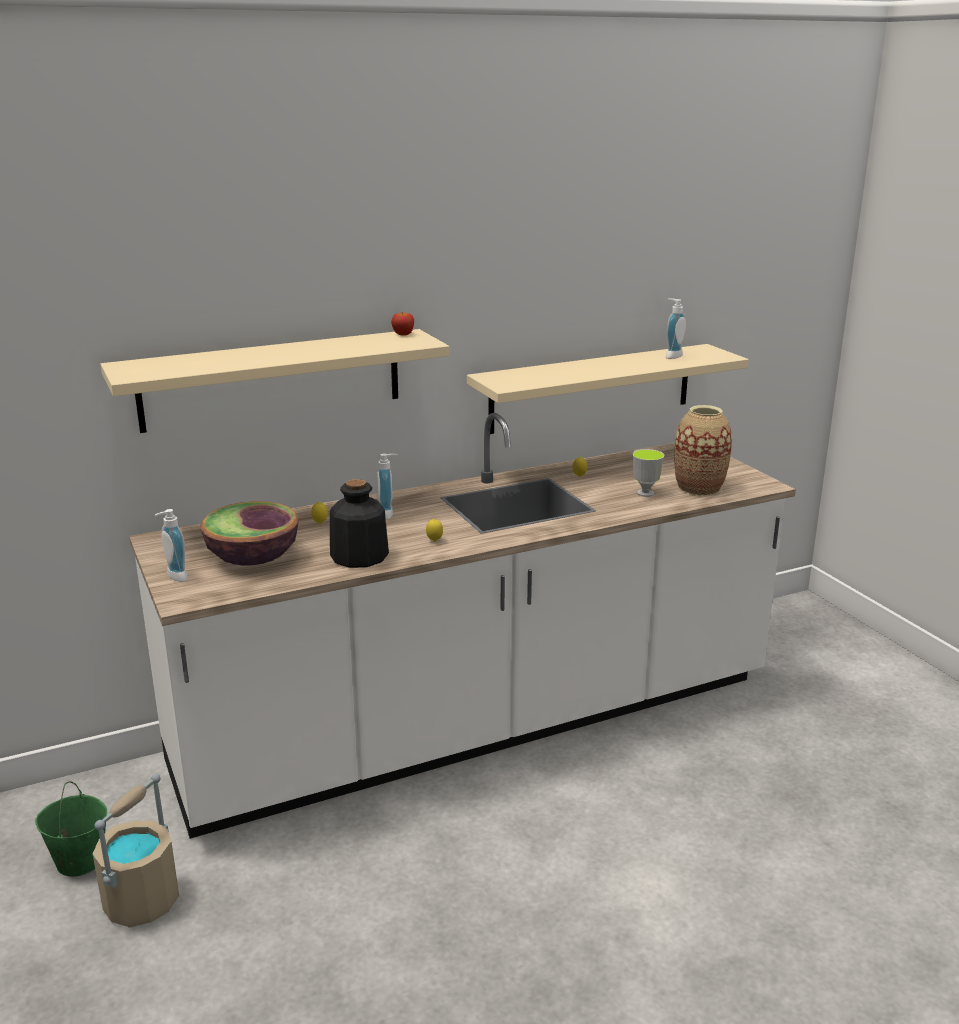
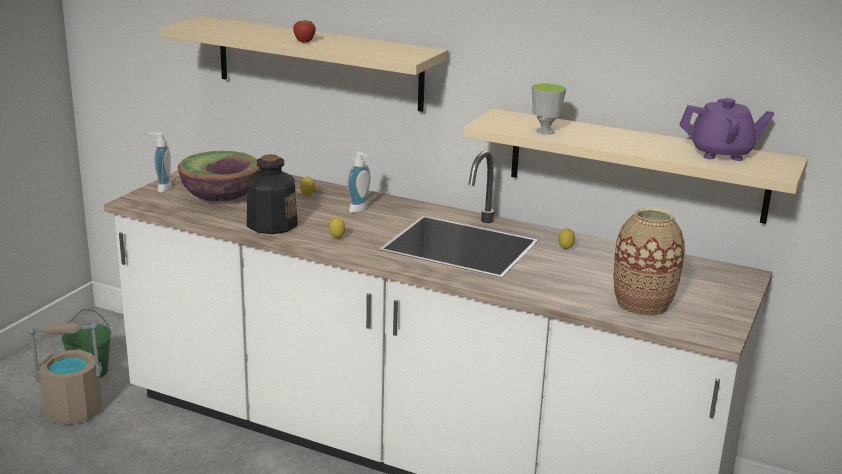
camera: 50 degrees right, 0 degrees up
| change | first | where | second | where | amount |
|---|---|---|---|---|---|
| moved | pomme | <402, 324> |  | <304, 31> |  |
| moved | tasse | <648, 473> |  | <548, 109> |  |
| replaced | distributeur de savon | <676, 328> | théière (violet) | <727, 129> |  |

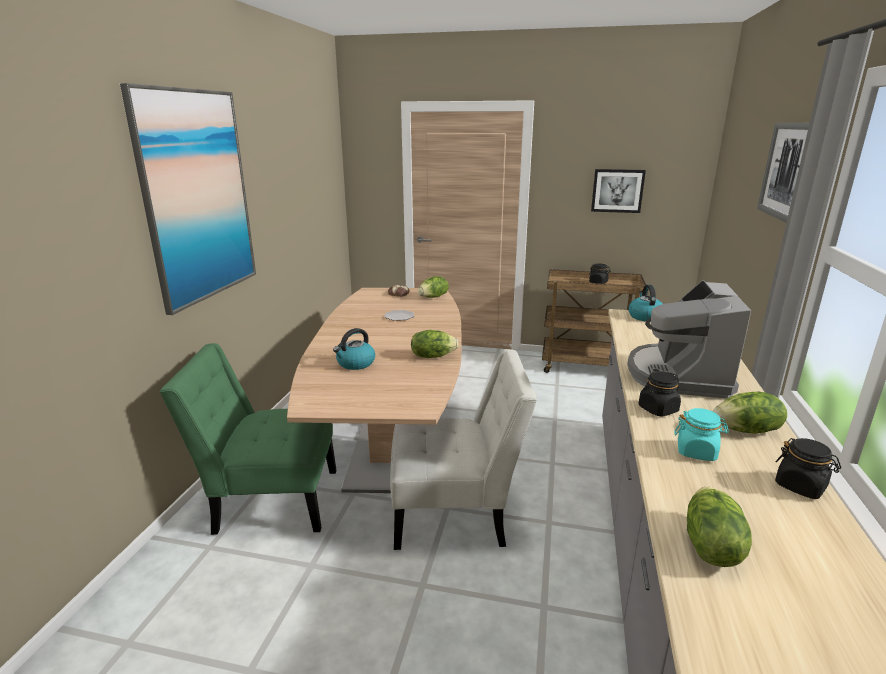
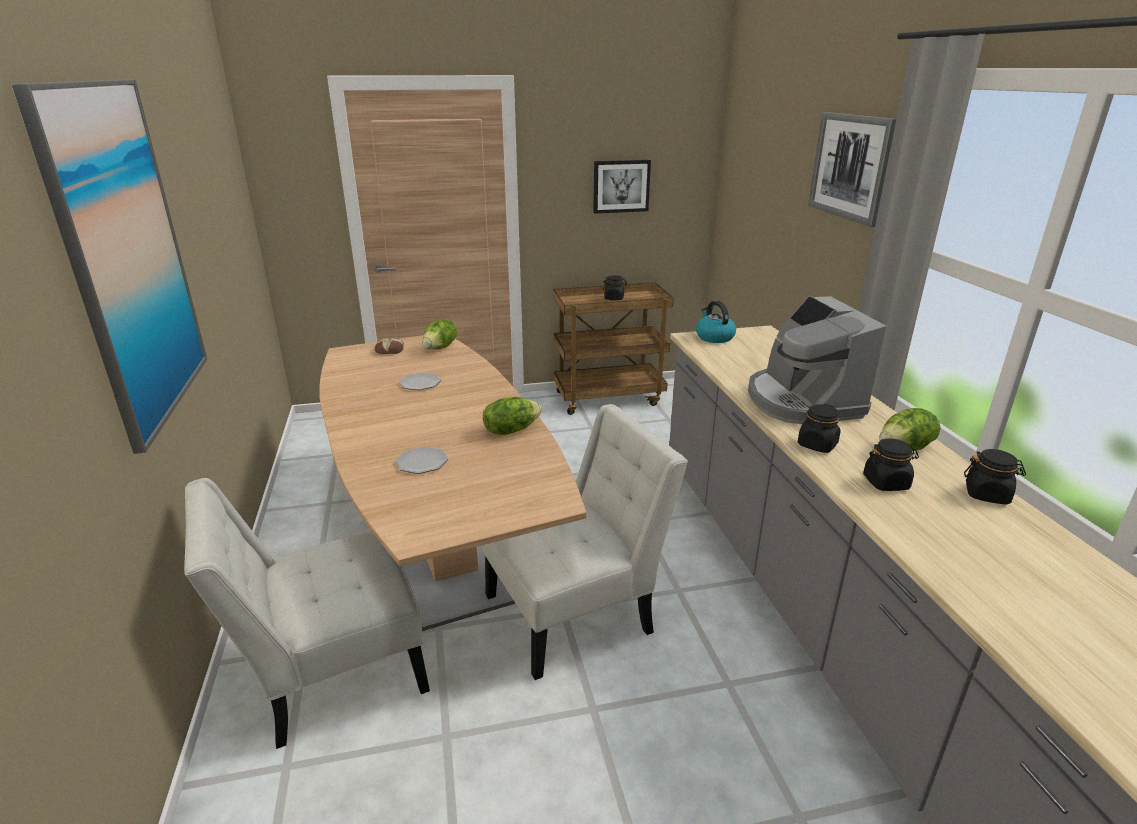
camera: 25 degrees left, 5 degrees up
| change | first | where | second | where | amount |
|---|---|---|---|---|---|
| recoloured | chaise (vert) | <248, 439> | chaise (blanc) | <307, 613> |  |
| replaced | bouilloire | <354, 349> | assiette | <421, 460> |  |
| recoloured | bocal (turquoise) | <701, 434> | bocal (noir) | <891, 464> |  |
| removed | laitue | <719, 527> |  |  |  |

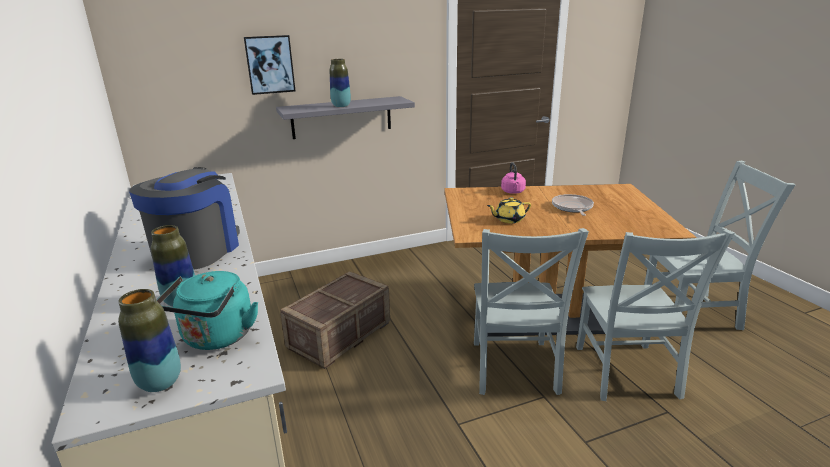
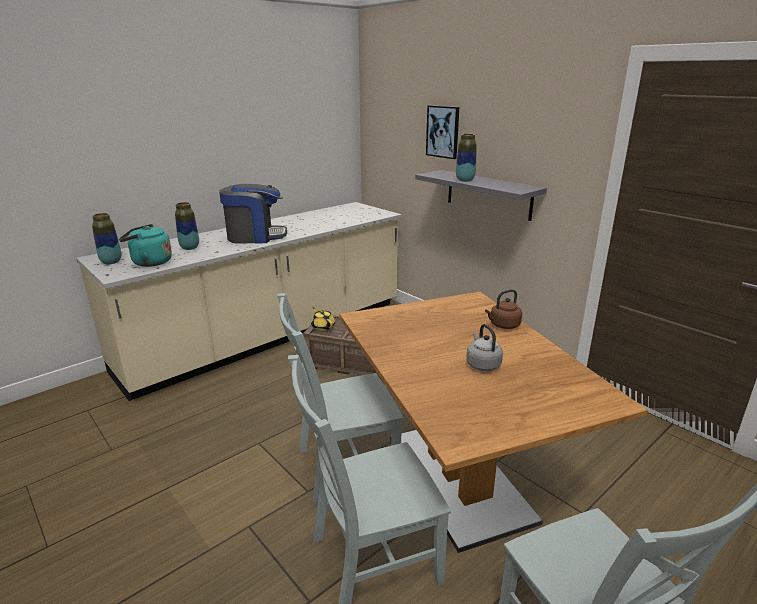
camera: 70 degrees right, 0 degrees up
| change | first | where | second | where | amount |
|---|---|---|---|---|---|
| moved | théière (jaune) | <509, 210> |  | <323, 319> |  |
| replaced | poêle | <573, 205> | bouilloire (gris) | <484, 347> |  |
| recoloured | bouilloire (rose) | <513, 178> | bouilloire (marron) | <503, 309> |  |

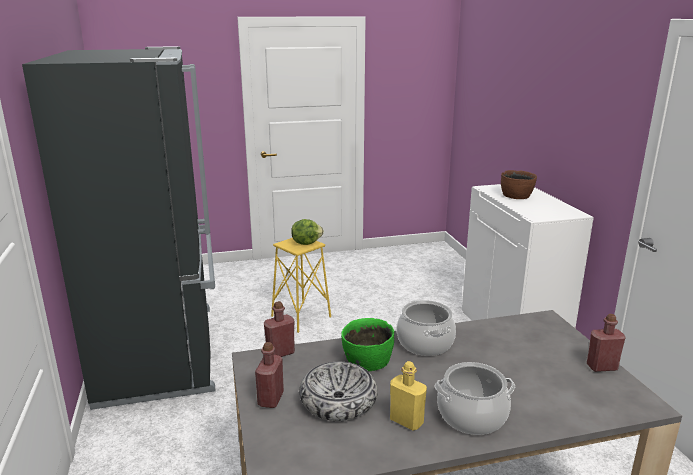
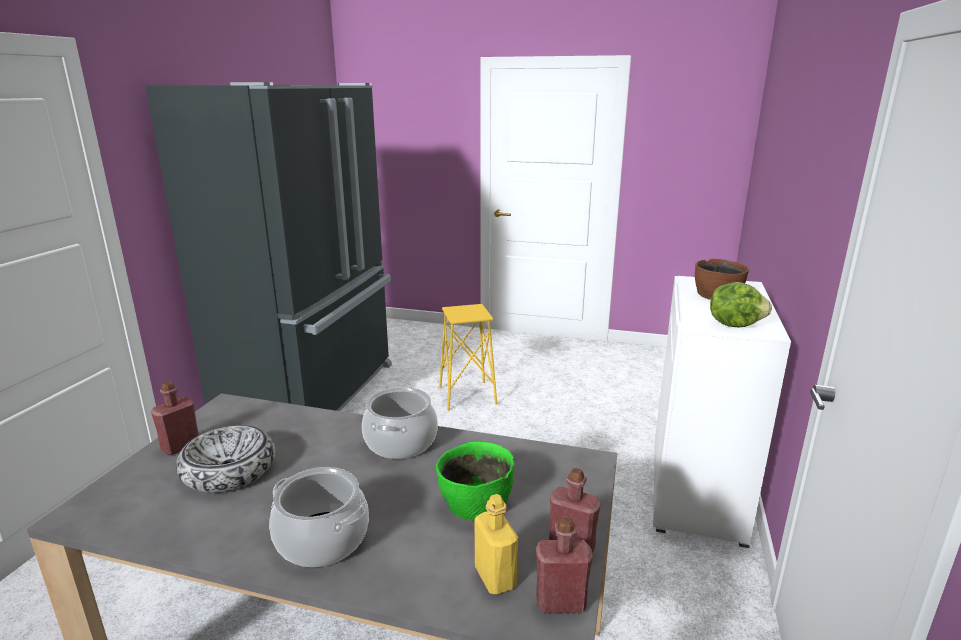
camera: 30 degrees right, 0 degrees up
| change | first | where | second | where | amount |
|---|---|---|---|---|---|
| moved | bol (vert) | <367, 344> |  | <475, 481> |  |
| moved | bouteille (jaune) | <408, 396> |  | <496, 544> |  |
| moved | bouteille (rouge) | <279, 329> |  | <564, 565> |  |
| moved | laitue | <307, 232> |  | <741, 304> |  |

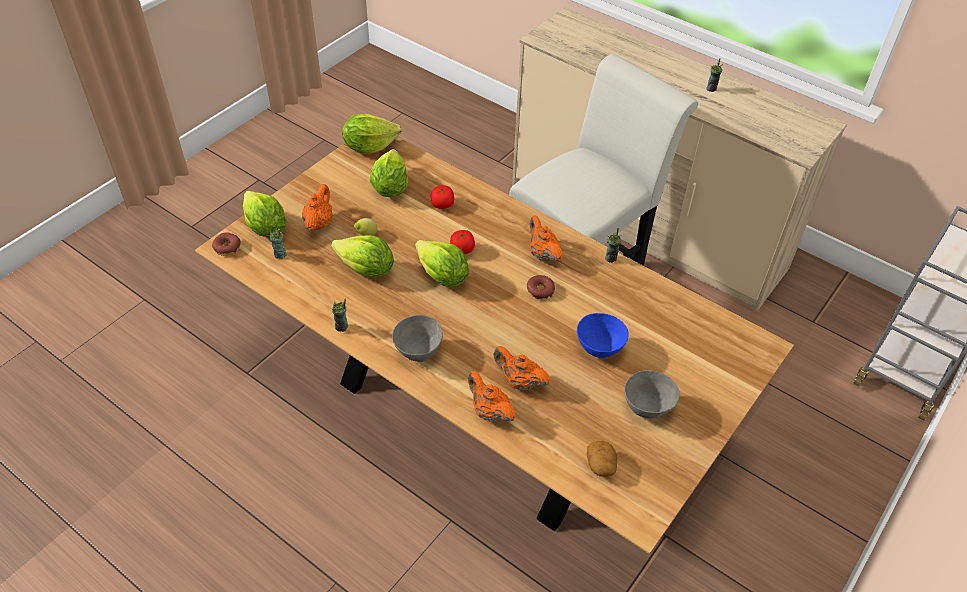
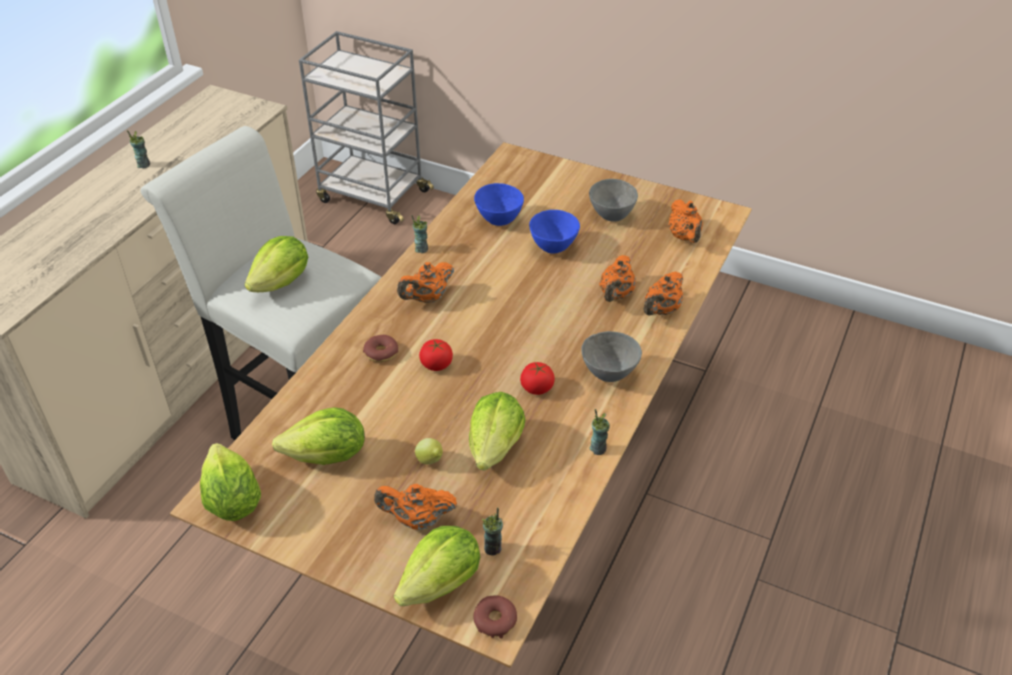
camera: 100 degrees left, 5 degrees down
| change | first | where | second | where | amount |
|---|---|---|---|---|---|
| moved | laitue | <442, 263> |  | <276, 264> |  |
| moved | beignet | <541, 287> |  | <380, 348> |  |
| added |  |  | bol (bleu) | <499, 204> |  |
| moved | tomate | <442, 197> |  | <537, 378> |  |
| replaced | pomme de terre | <602, 459> | théière (orange) | <686, 221> |  |

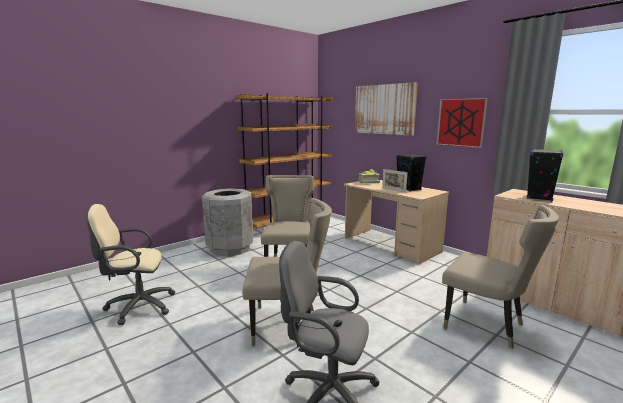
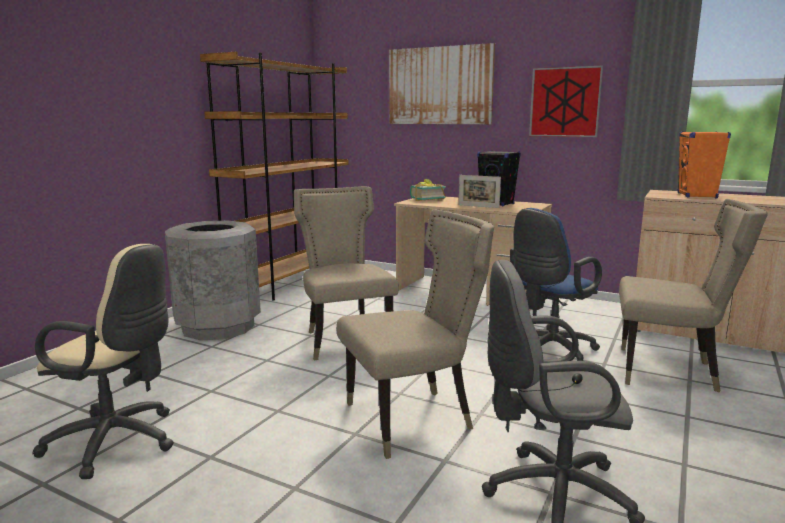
camera: 20 degrees left, 0 degrees up
| change | first | where | second | where | amount |
|---|---|---|---|---|---|
| turned | chaise de bureau (beige) | <130, 264> |  | <103, 361> | 135 degrees counterclockwise |
| added |  |  | chaise de bureau (bleu) | <556, 284> |  |
| recoloured | enceinte (noir) | <545, 175> | enceinte (orange) | <704, 165> |  |

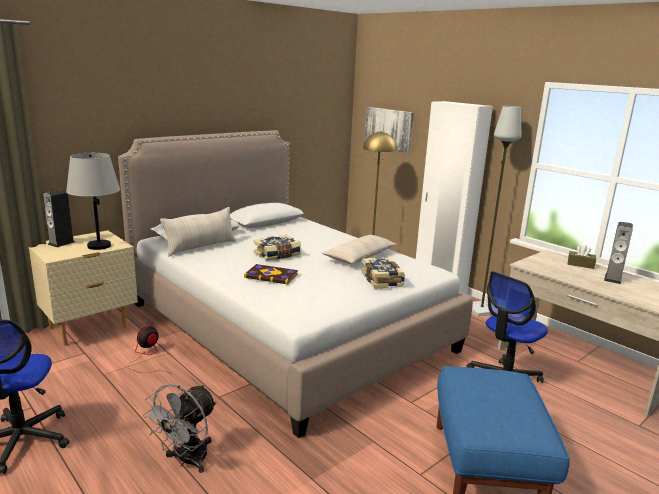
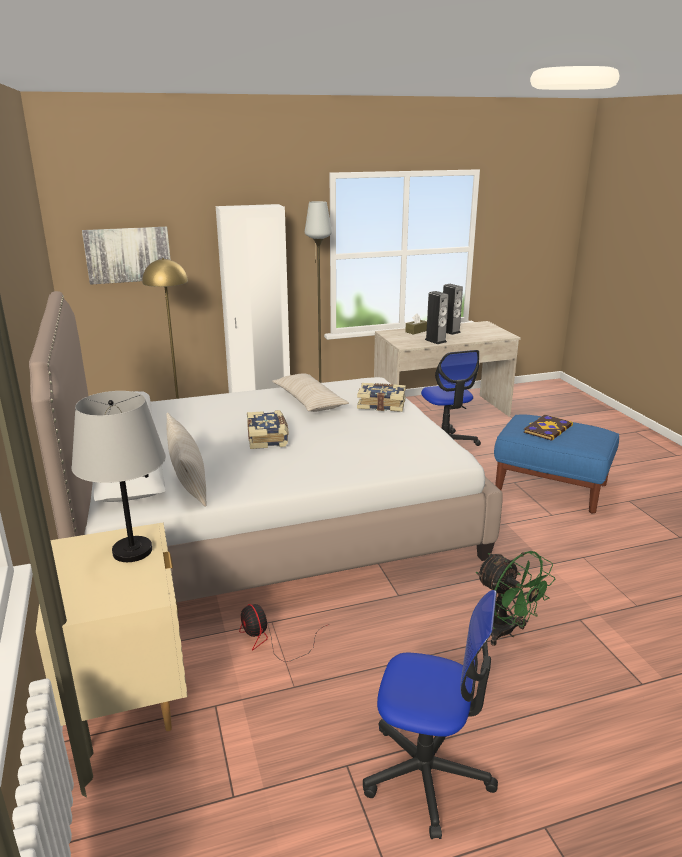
camera: 65 degrees left, 5 degrees up
| change | first | where | second | where | amount |
|---|---|---|---|---|---|
| moved | enceinte | <59, 218> |  | <437, 317> |  |
| recoloured | ventilateur (gris) | <179, 428> | ventilateur (vert) | <515, 598> |  |
| moved | livre | <271, 274> |  | <548, 428> |  |

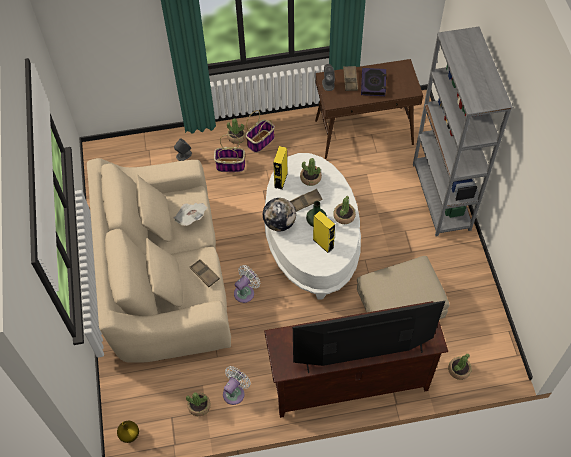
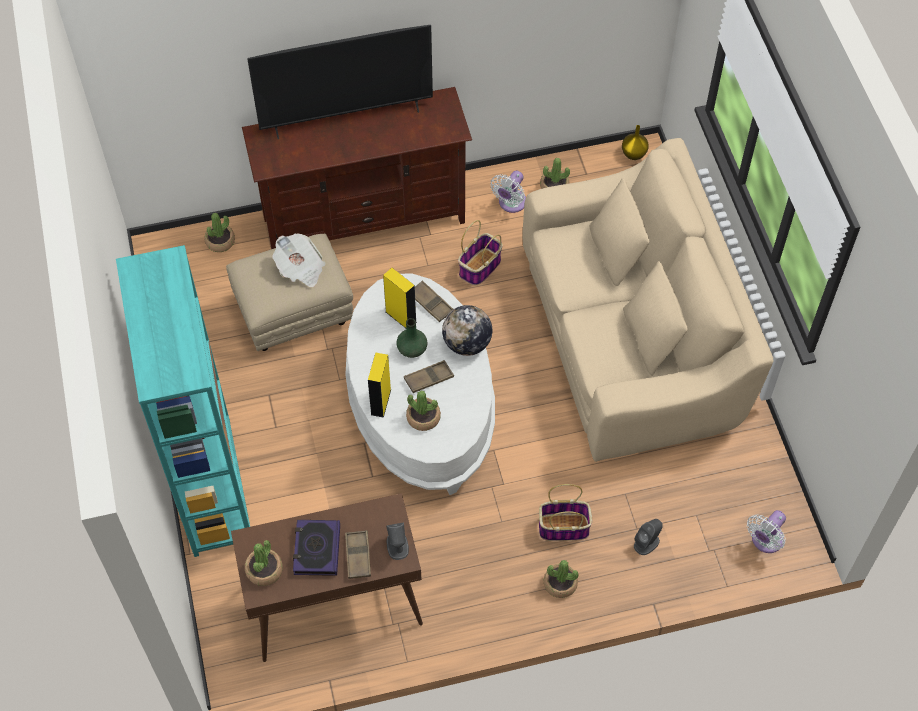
camera: 175 degrees right, 0 degrees up
| change | first | where | second | where | amount |
|---|---|---|---|---|---|
| recoloured | bibliothèque (gris) | <462, 132> | bibliothèque (turquoise) | <183, 401> |  |
| moved | plante en pot | <344, 210> |  | <264, 563> |  |
| moved | journal | <190, 214> |  | <299, 260> |  |
| moved | enceinte (jaune) | <280, 168> |  | <379, 385> |  |
| moved | plateau (marron) | <205, 273> |  | <434, 301> |  |
| moved | panier | <260, 131> |  | <480, 252> |  |
| moved | ventilateur (blanc) | <247, 284> |  | <766, 531> |  |

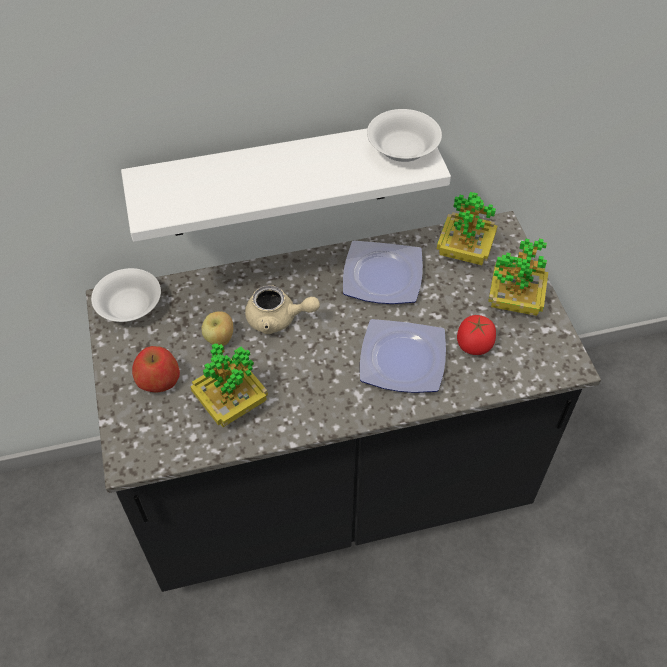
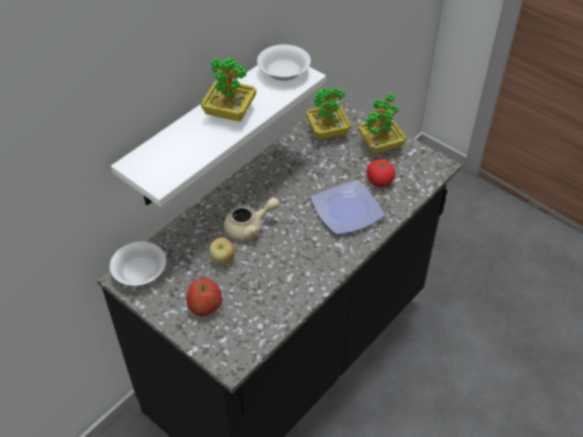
camera: 35 degrees left, 5 degrees down
| change | first | where | second | where | amount |
|---|---|---|---|---|---|
| moved | plante en pot | <229, 385> |  | <228, 90> |  |
| removed | assiette | <383, 272> |  |  |  |

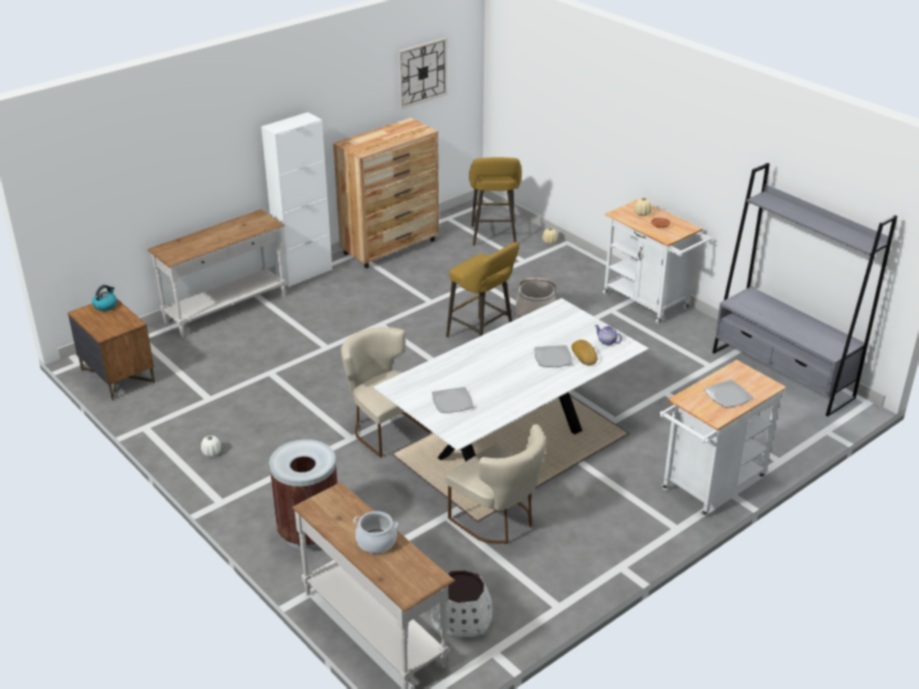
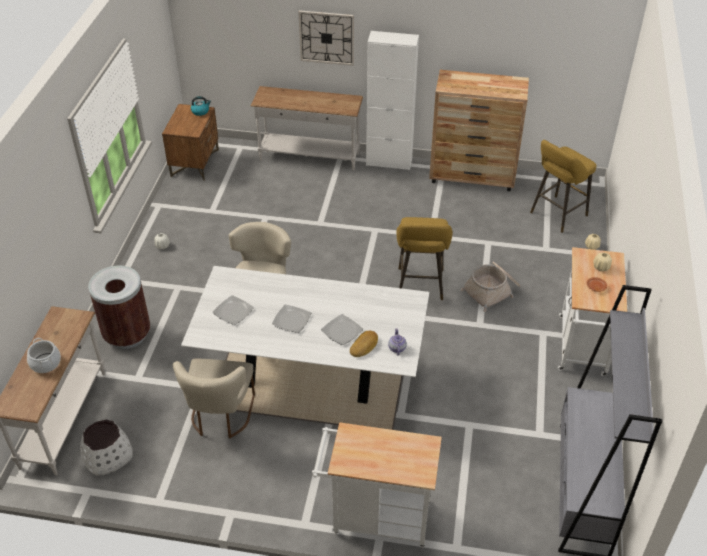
camera: 50 degrees right, 10 degrees up
| change | first | where | second | where | amount |
|---|---|---|---|---|---|
| moved | assiette | <728, 394> |  | <291, 318> |  |
| moved | horloge murale | <422, 73> |  | <326, 38> |  |

